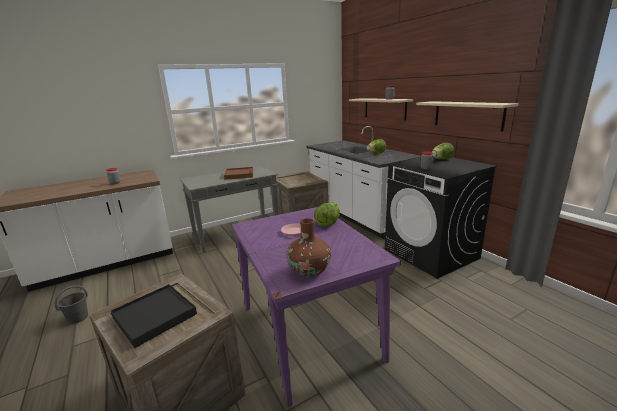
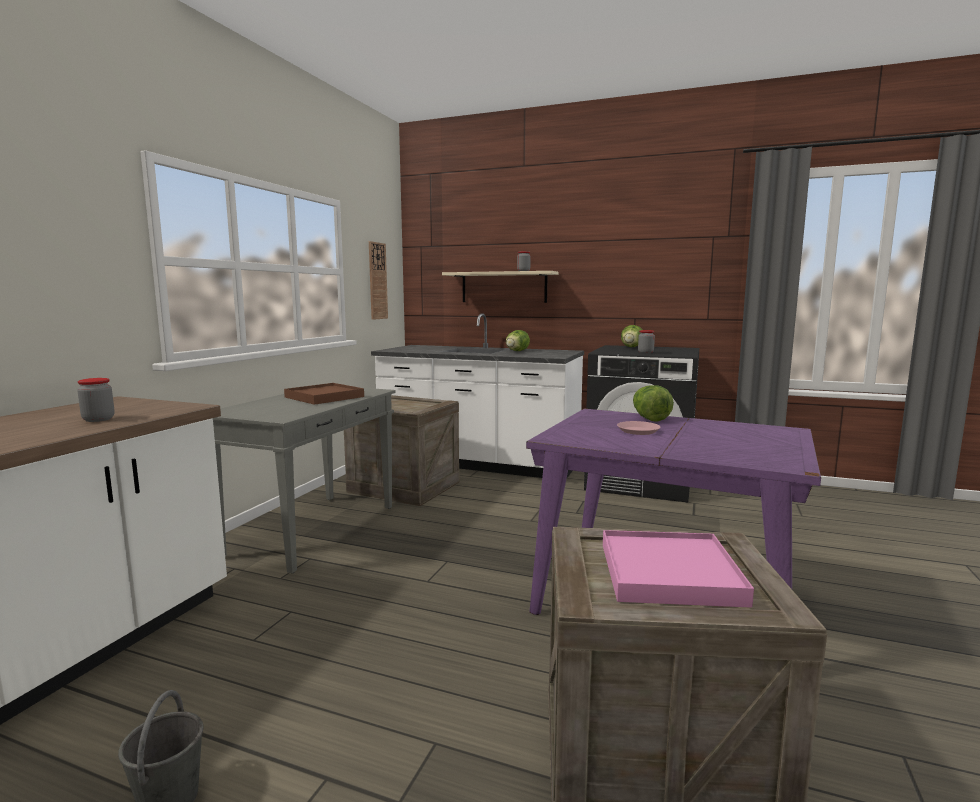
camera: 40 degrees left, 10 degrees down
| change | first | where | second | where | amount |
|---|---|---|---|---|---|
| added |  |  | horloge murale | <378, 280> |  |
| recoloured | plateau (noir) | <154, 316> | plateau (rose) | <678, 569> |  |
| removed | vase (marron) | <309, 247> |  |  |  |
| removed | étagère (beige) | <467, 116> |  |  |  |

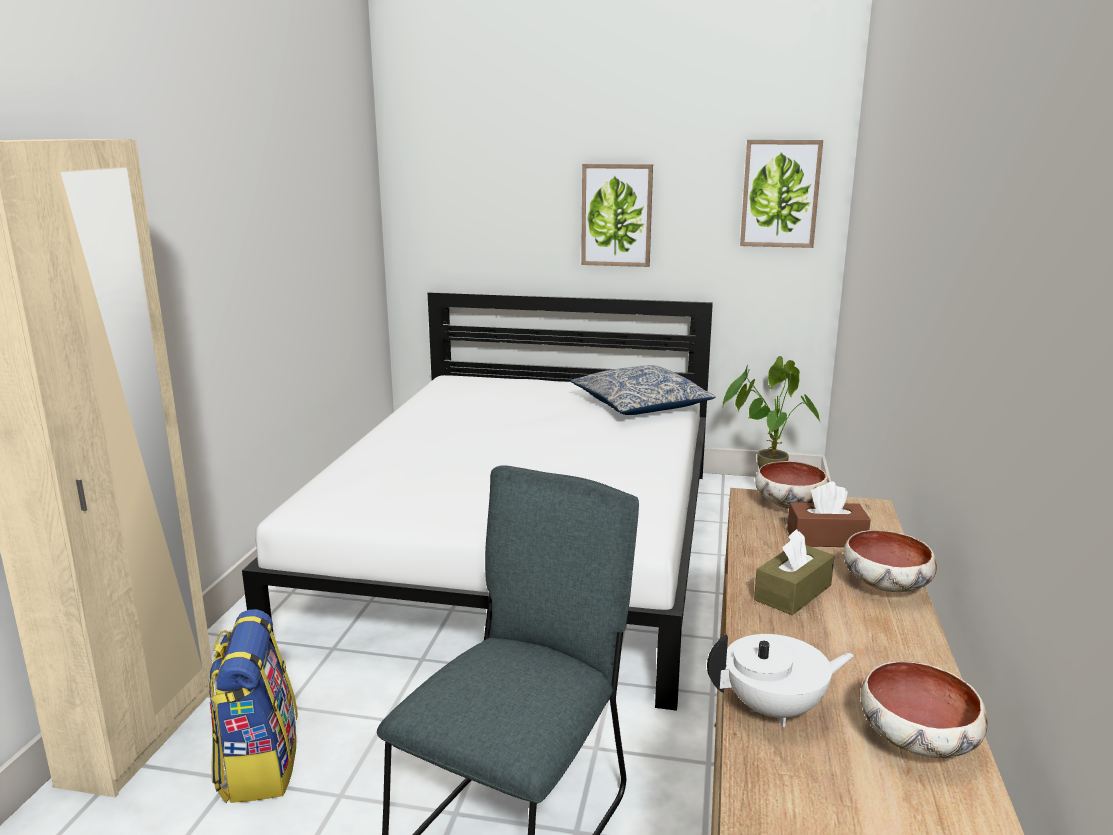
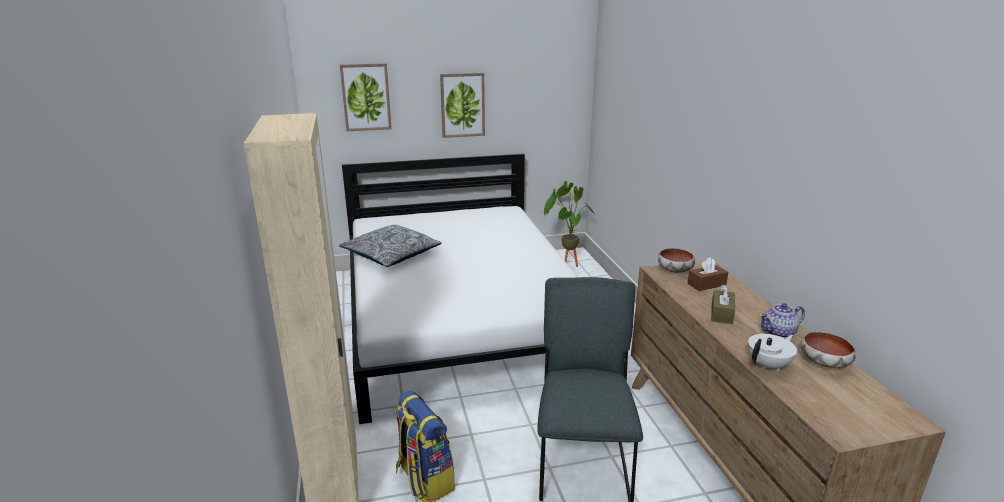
camera: 25 degrees left, 5 degrees up
| change | first | where | second | where | amount |
|---|---|---|---|---|---|
| moved | coussin | <643, 390> |  | <390, 246> |  |
| moved | tableau | <781, 194> |  | <366, 97> |  |
| added |  |  | théière | <782, 320> |  |
| removed | bol | <890, 561> |  |  |  |

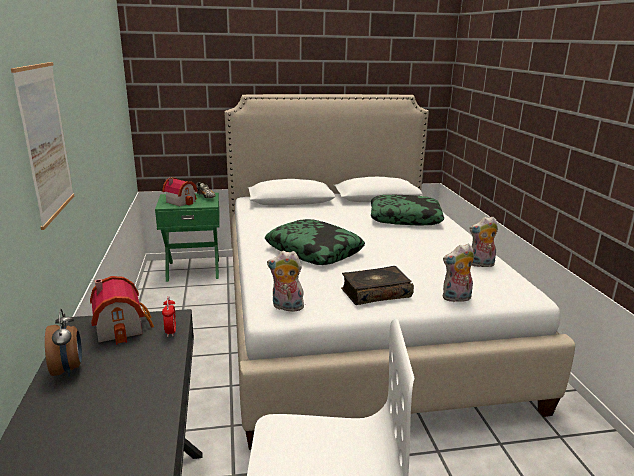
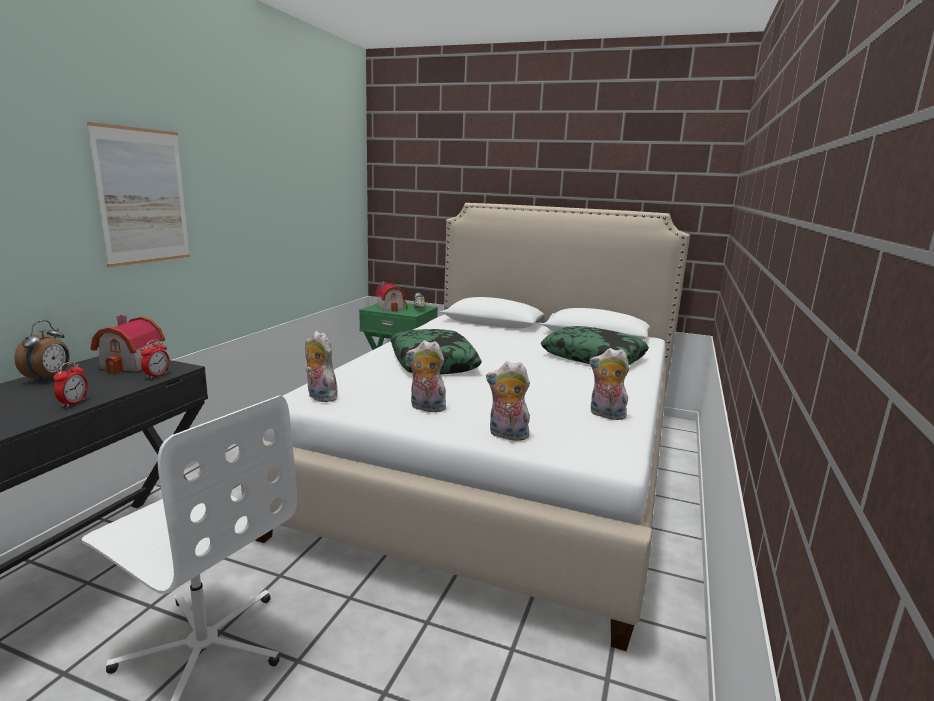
camera: 30 degrees right, 5 degrees down
| change | first | where | second | where | amount |
|---|---|---|---|---|---|
| added |  |  | réveil | <70, 385> |  |
| replaced | livre | <377, 285> | peluche | <427, 376> |  |

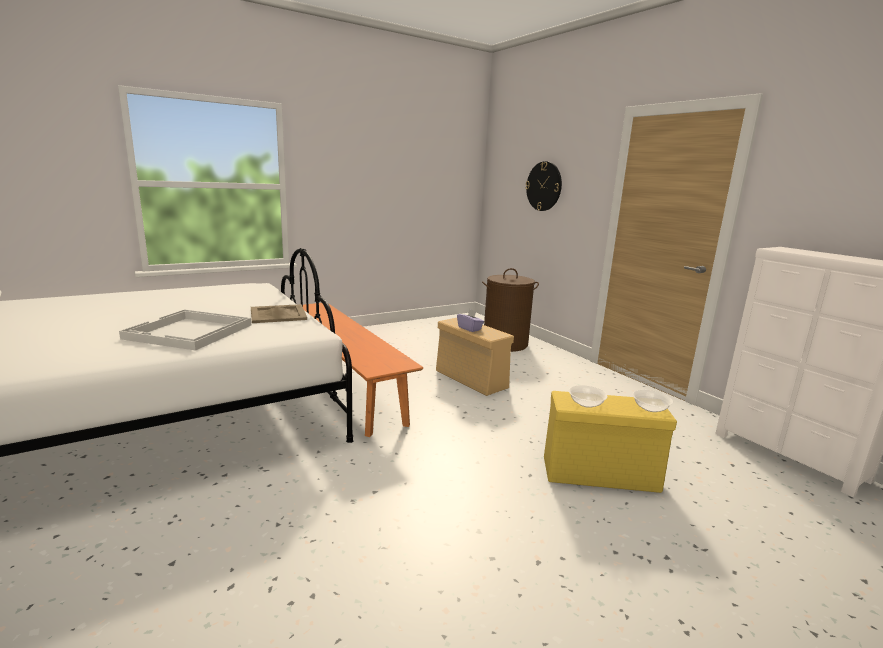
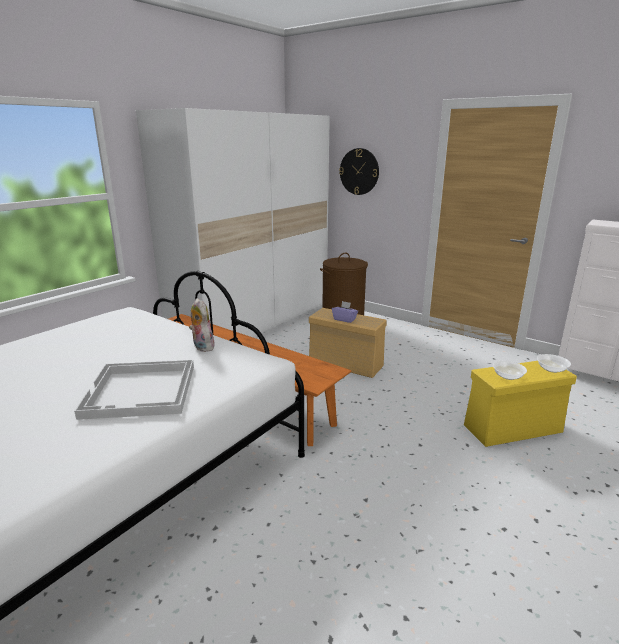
camera: 20 degrees left, 5 degrees up
| change | first | where | second | where | amount |
|---|---|---|---|---|---|
| added |  |  | armoire (blanc) | <233, 222> |  |
| replaced | plateau (beige) | <279, 313> | peluche | <201, 325> |  |

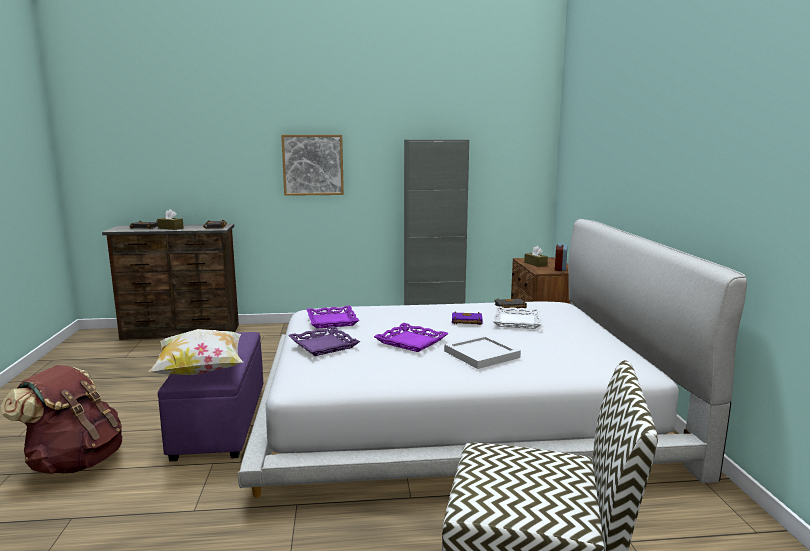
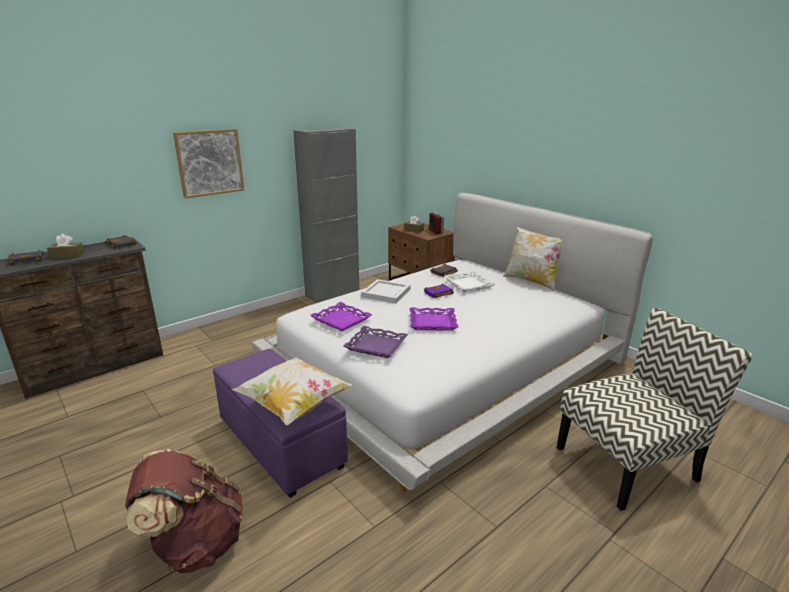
camera: 35 degrees left, 10 degrees up
| change | first | where | second | where | amount |
|---|---|---|---|---|---|
| moved | plateau (blanc) | <482, 352> |  | <386, 291> |  |
| added |  |  | coussin | <533, 259> |  |

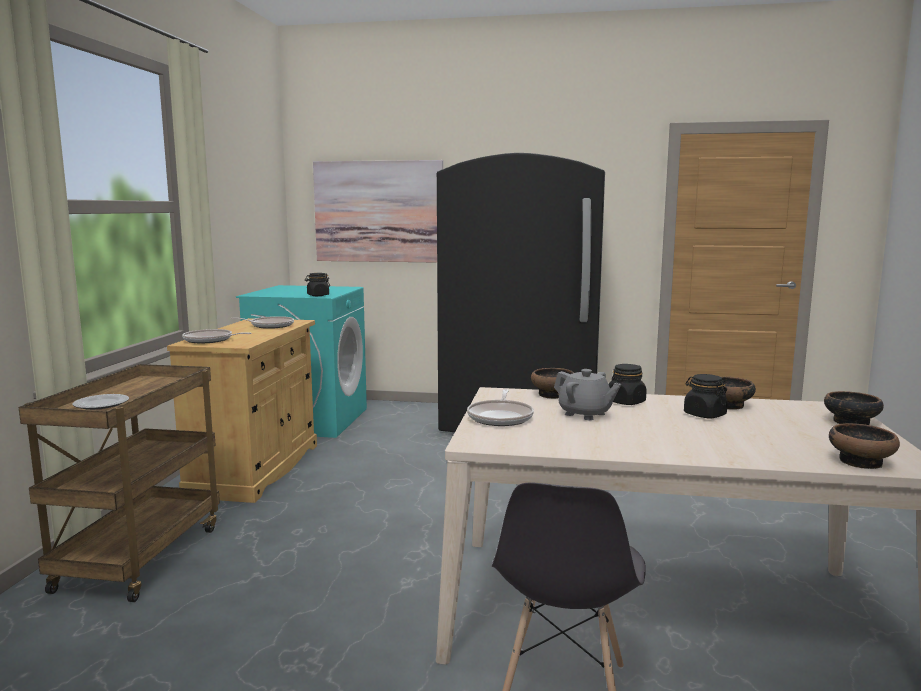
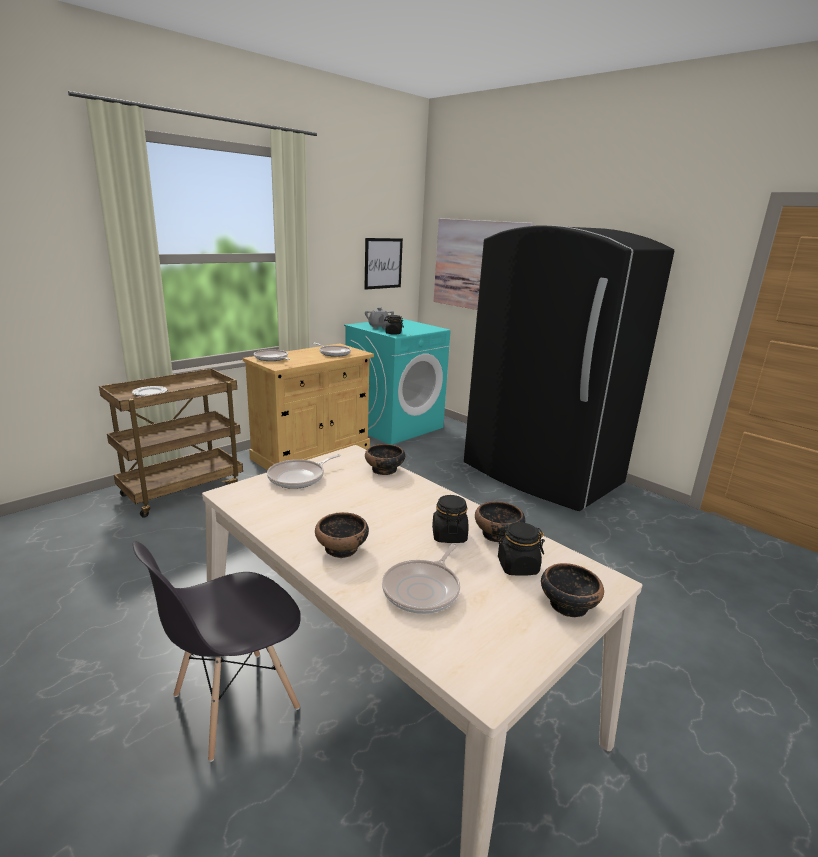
camera: 35 degrees right, 10 degrees up
| change | first | where | second | where | amount |
|---|---|---|---|---|---|
| moved | bol | <864, 446> |  | <342, 535> |  |
| added |  |  | tableau | <383, 264> |  |
| moved | théière (gris) | <587, 394> |  | <379, 318> |  |
| added |  |  | poêle | <421, 578> |  |
| moved | bocal (noir) | <628, 384> |  | <521, 549> |  |

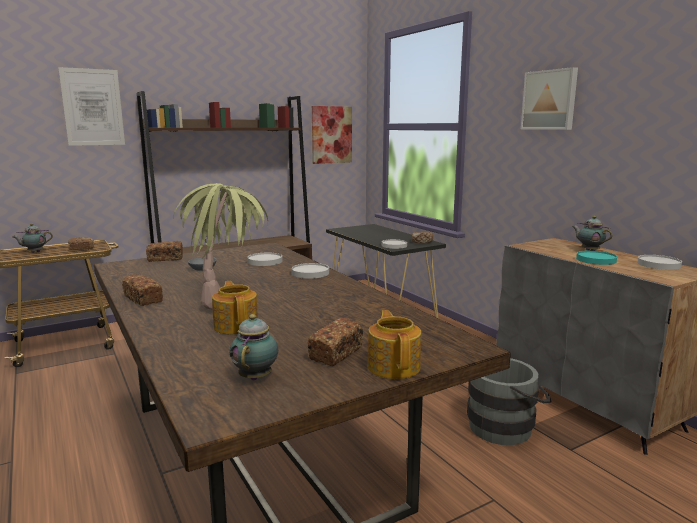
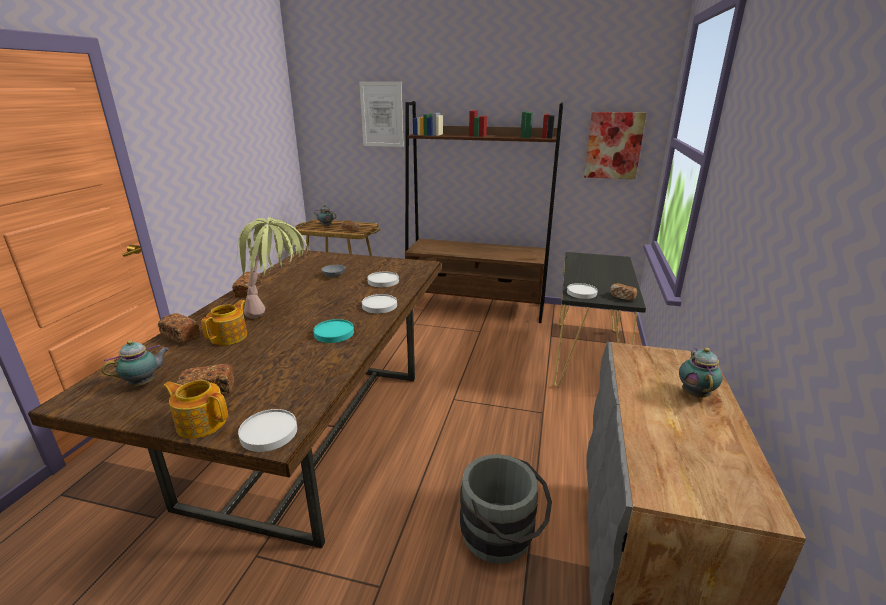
camera: 45 degrees right, 10 degrees up
| change | first | where | second | where | amount |
|---|---|---|---|---|---|
| moved | pain | <164, 251> |  | <179, 328> |  |
| turned | théière | <394, 344> |  | <195, 409> | 105 degrees counterclockwise |
| moved | assiette (blanc) | <660, 262> |  | <267, 430> |  |
| moved | assiette (turquoise) | <596, 257> |  | <333, 331> |  |
| removed | tableau | <549, 98> |  |  |  |

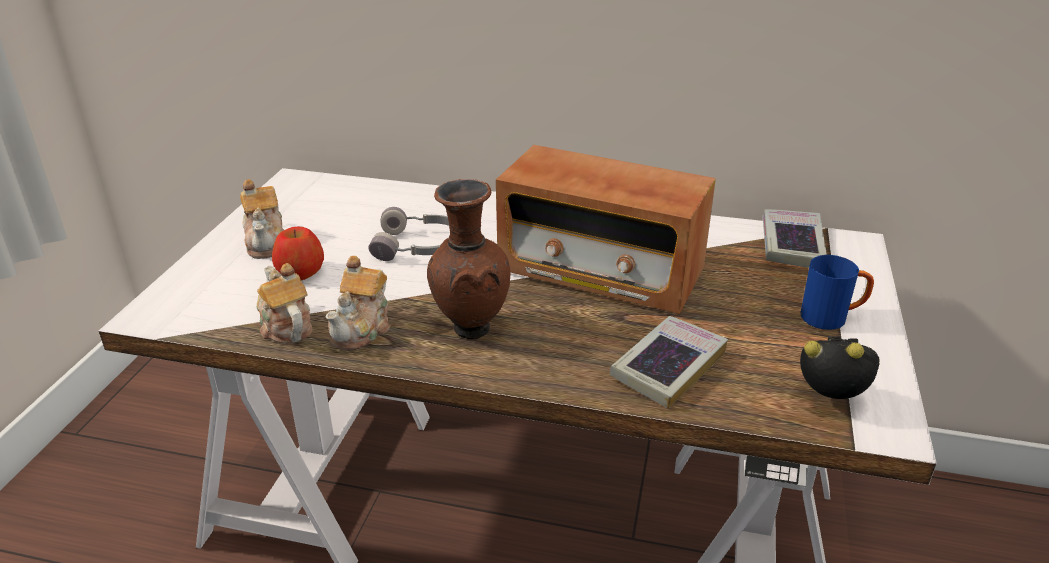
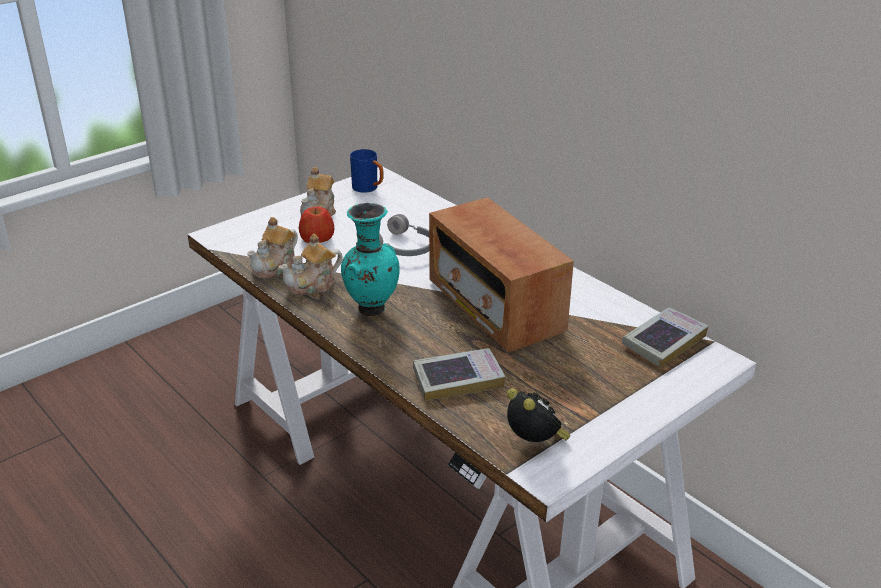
camera: 35 degrees right, 0 degrees up
| change | first | where | second | where | amount |
|---|---|---|---|---|---|
| turned | théière | <284, 303> |  | <272, 248> | 150 degrees counterclockwise |
| recoloured | vase (marron) | <469, 259> | vase (turquoise) | <370, 259> |  |
| moved | mug (bleu) | <837, 292> |  | <367, 171> |  |

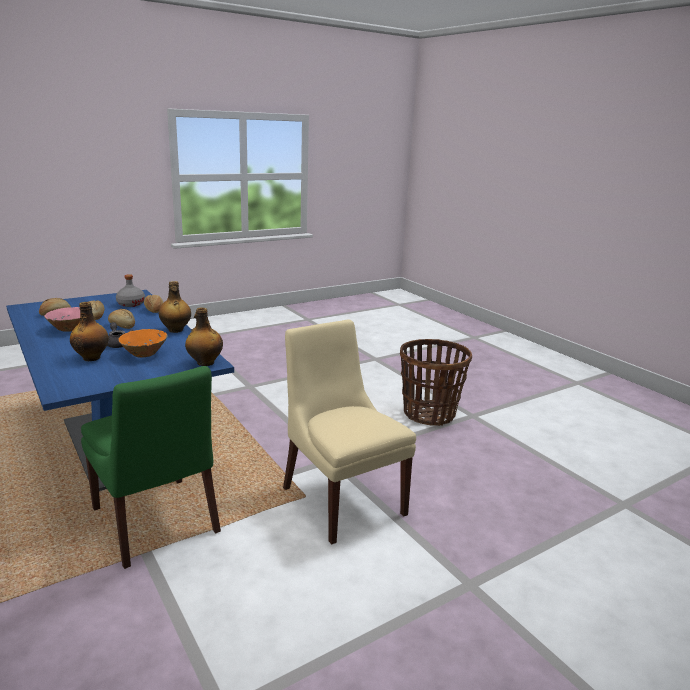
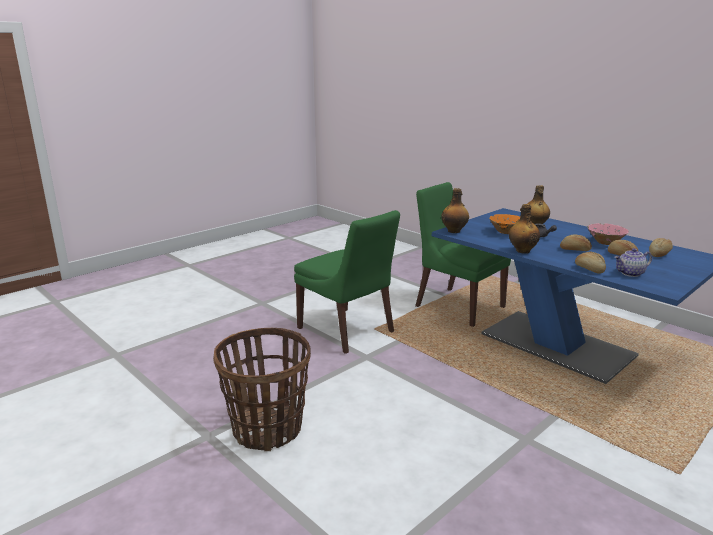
camera: 170 degrees right, 0 degrees up
| change | first | where | second | where | amount |
|---|---|---|---|---|---|
| recoloured | chaise (beige) | <349, 431> | chaise (vert) | <347, 282> |  |
| replaced | bouteille (gris) | <130, 290> | théière | <633, 262> |  |

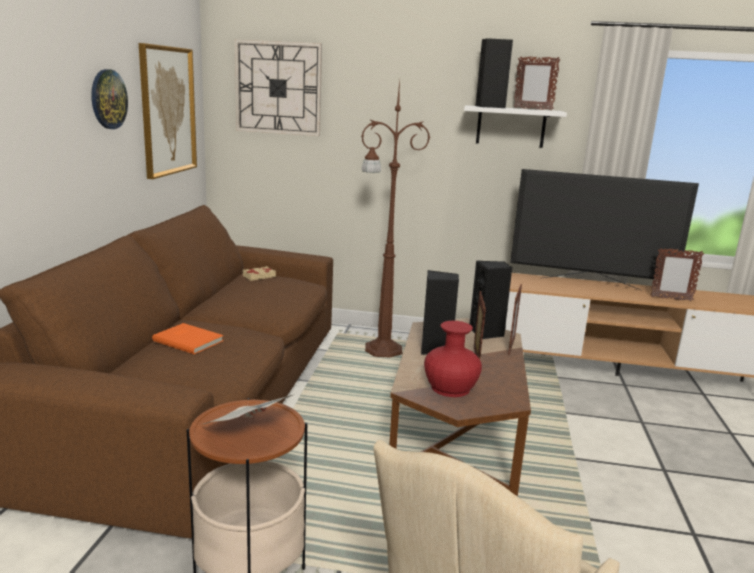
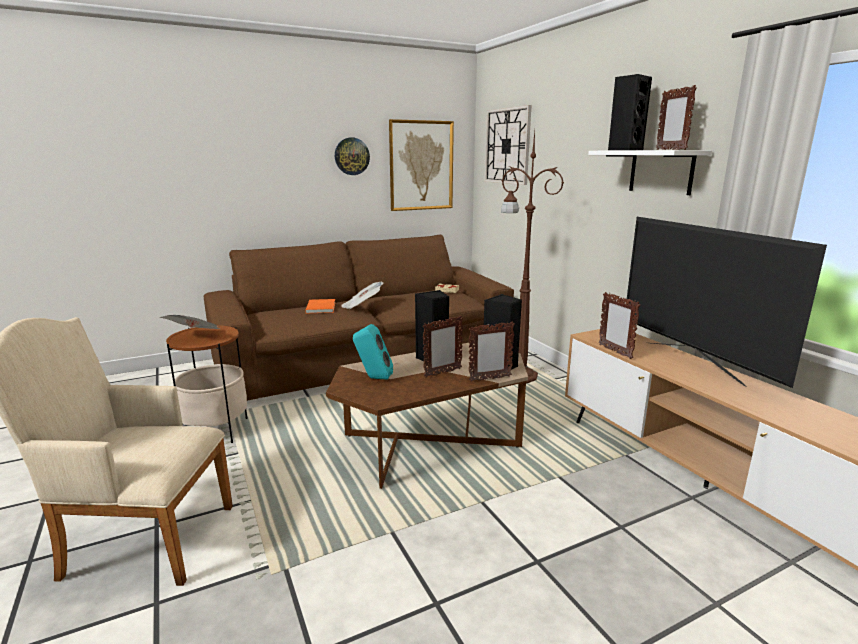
camera: 55 degrees right, 0 degrees up
| change | first | where | second | where | amount |
|---|---|---|---|---|---|
| added |  |  | journal | <362, 295> |  |
| replaced | vase (rouge) | <453, 359> | enceinte (turquoise) | <373, 352> |  |
| moved | cadre photo | <677, 274> |  | <619, 325> |  |

